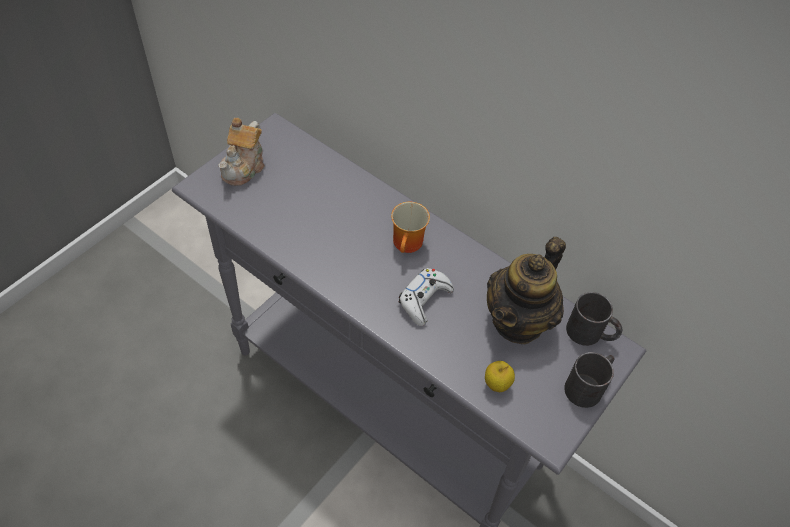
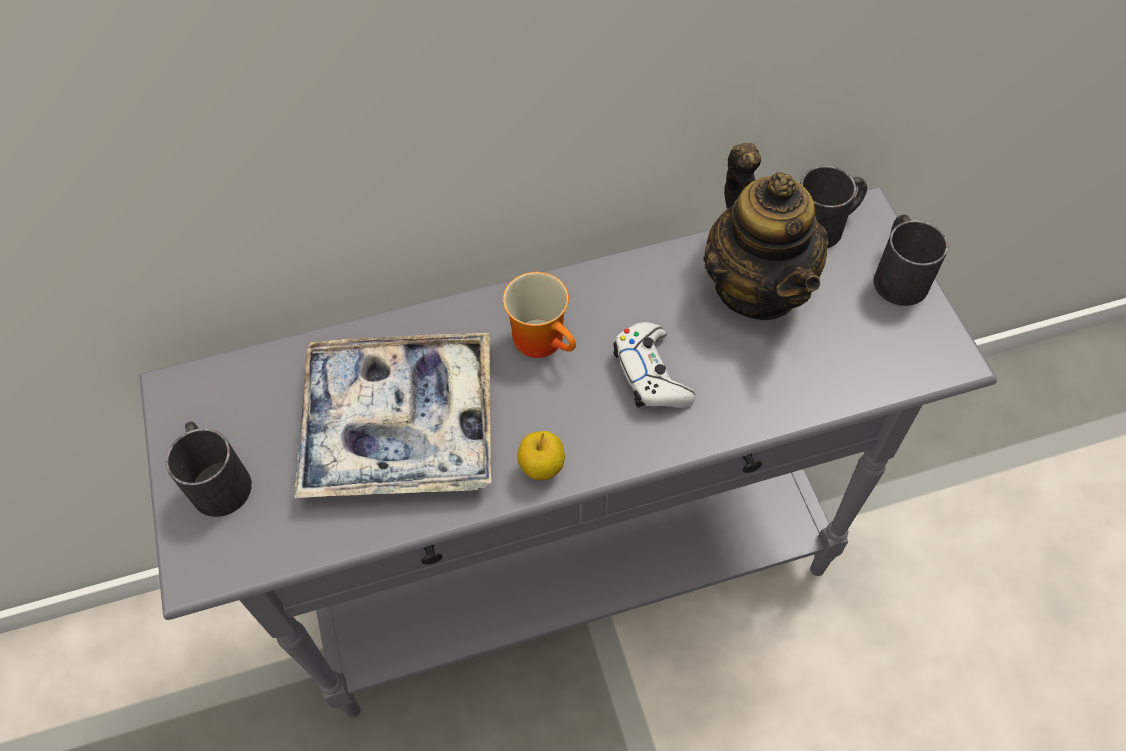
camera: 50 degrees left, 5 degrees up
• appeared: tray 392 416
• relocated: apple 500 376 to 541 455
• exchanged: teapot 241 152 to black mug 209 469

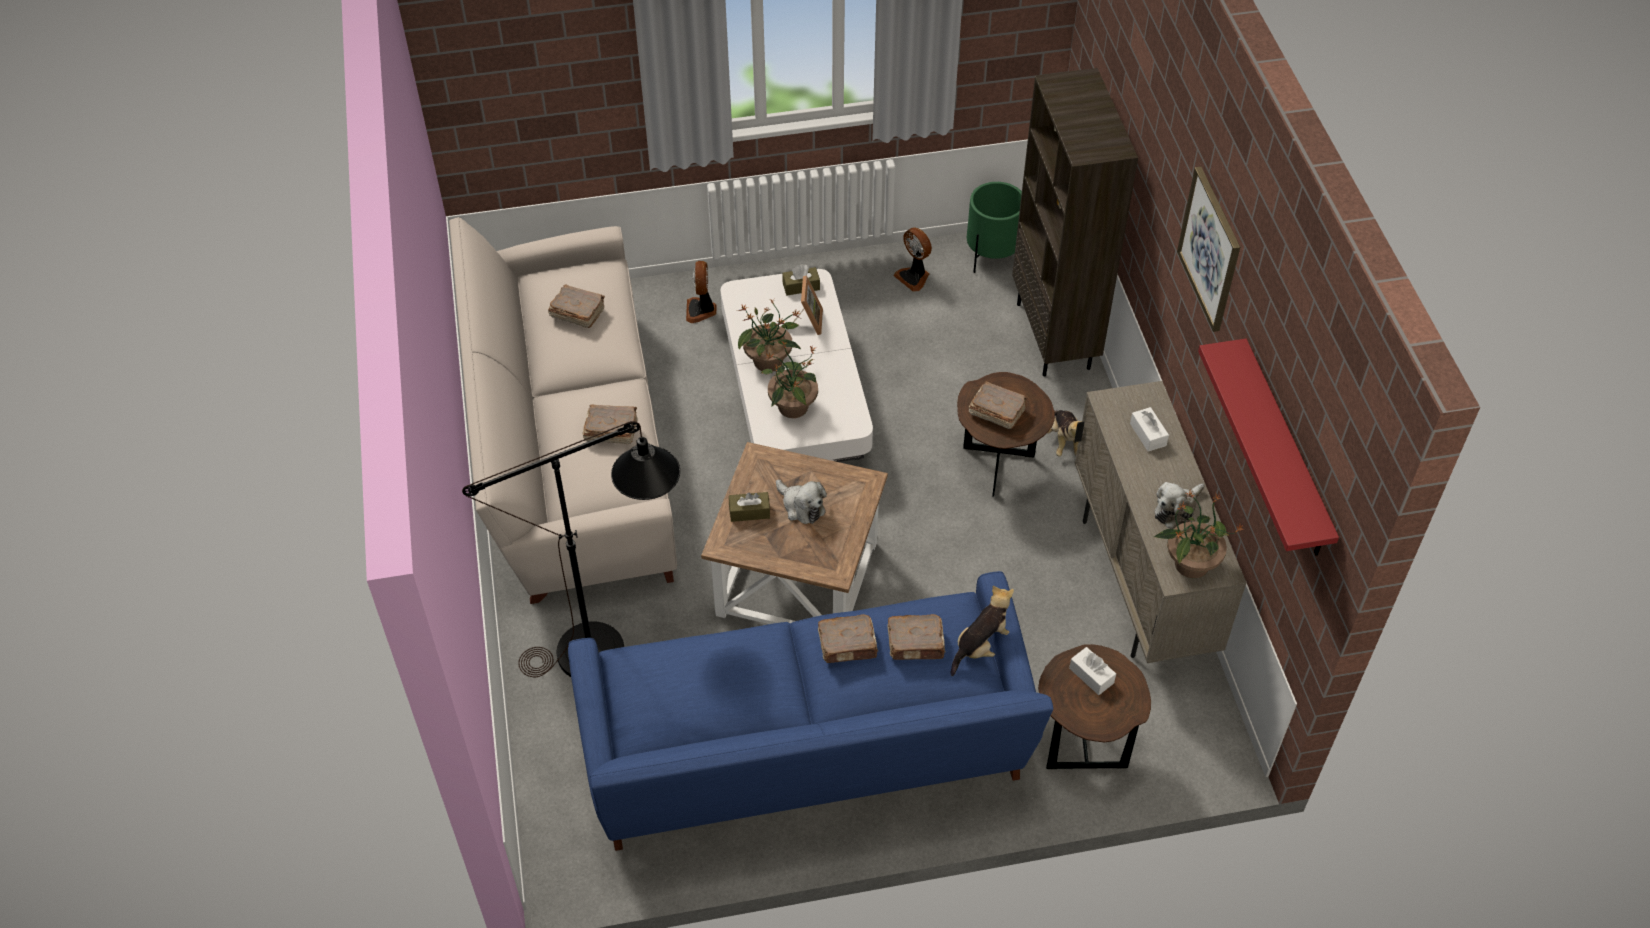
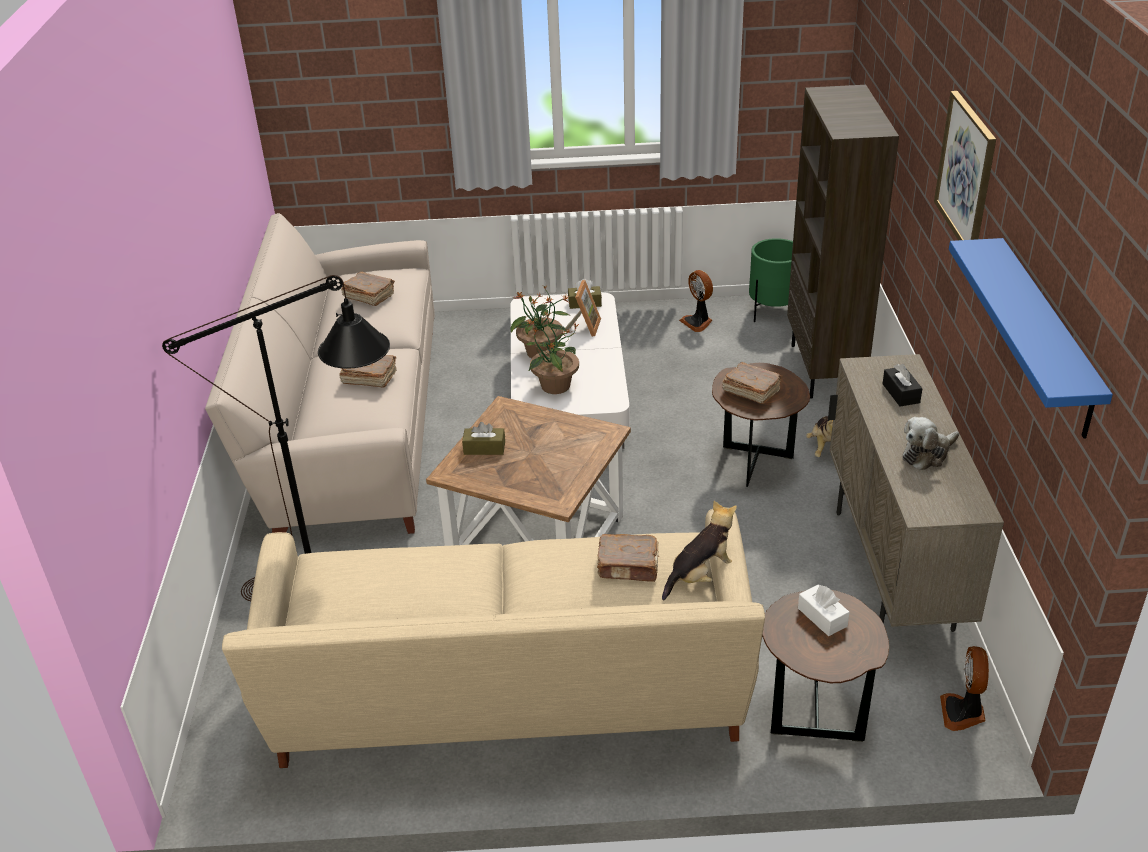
camera: 10 degrees right, 15 degrees down
• missing: plush toy 801 501
• missing: brown book 848 638
• missing: potted plant 1199 534
• relocated: fan 701 292 to 964 688
• colour: blue sofa 810 711 to beige sofa 493 638
• colour: white tissue box 1149 429 to black tissue box 902 385
• colour: red shelf 1268 447 to blue shelf 1031 338

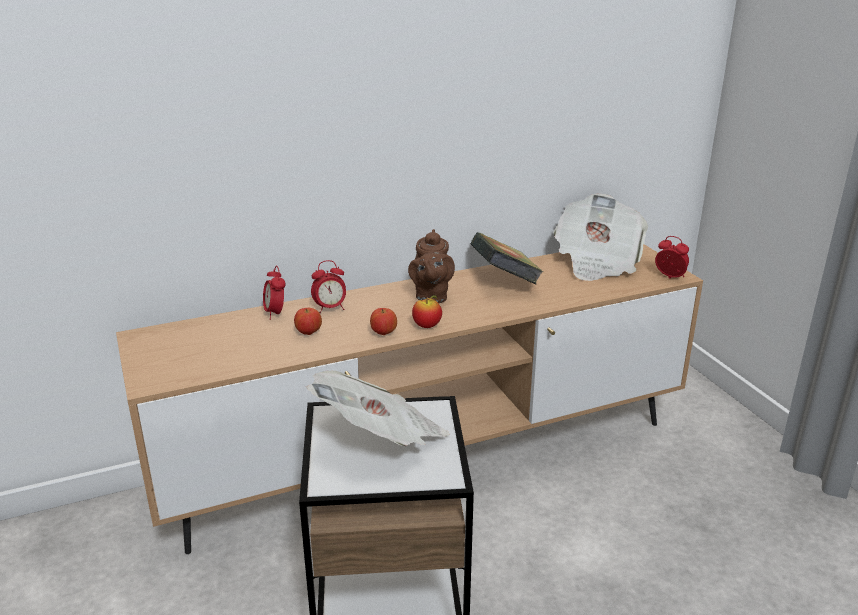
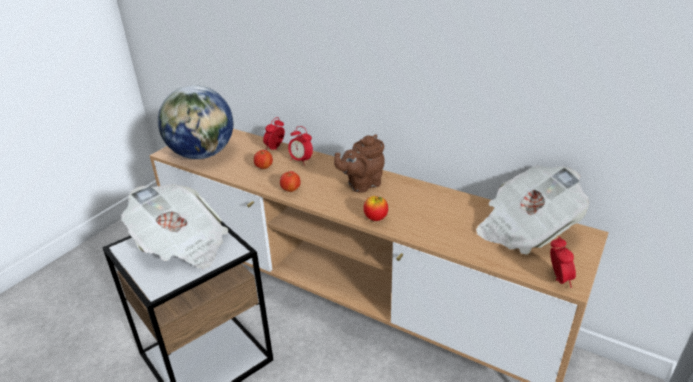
camera: 55 degrees right, 5 degrees up
• missing: book 506 258
• appeared: globe 195 122
• relocated: apple 427 311 to 375 208

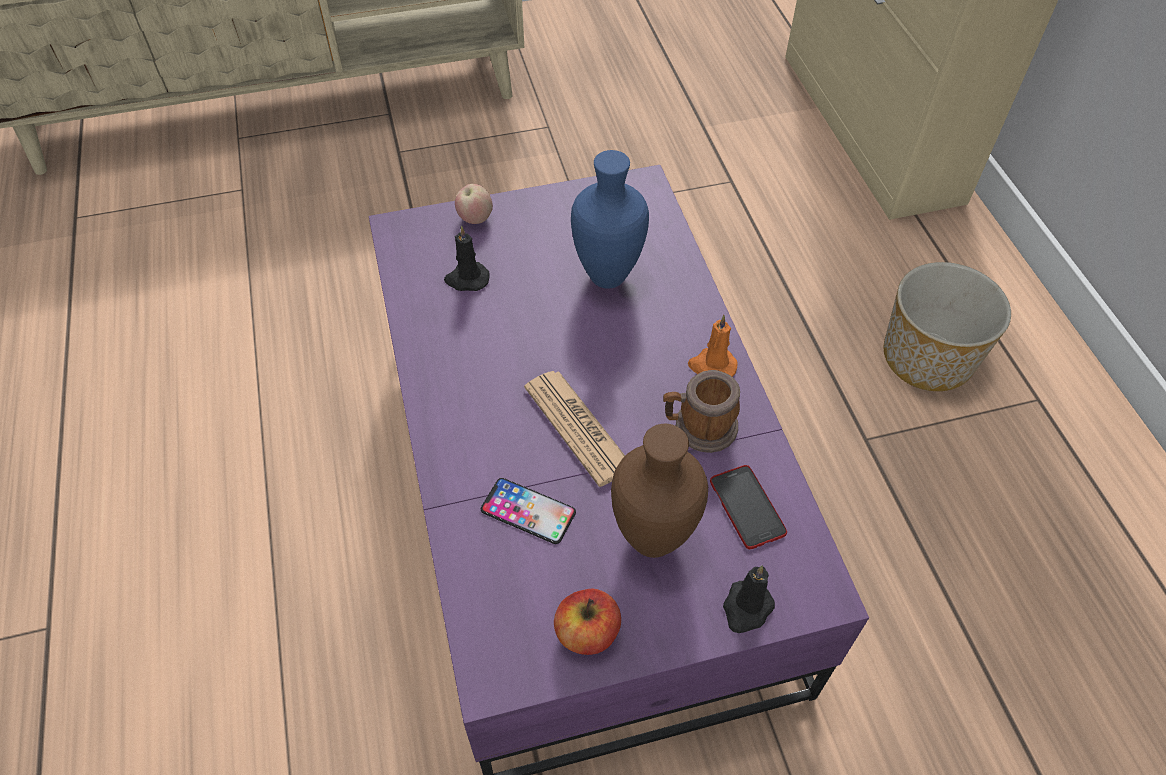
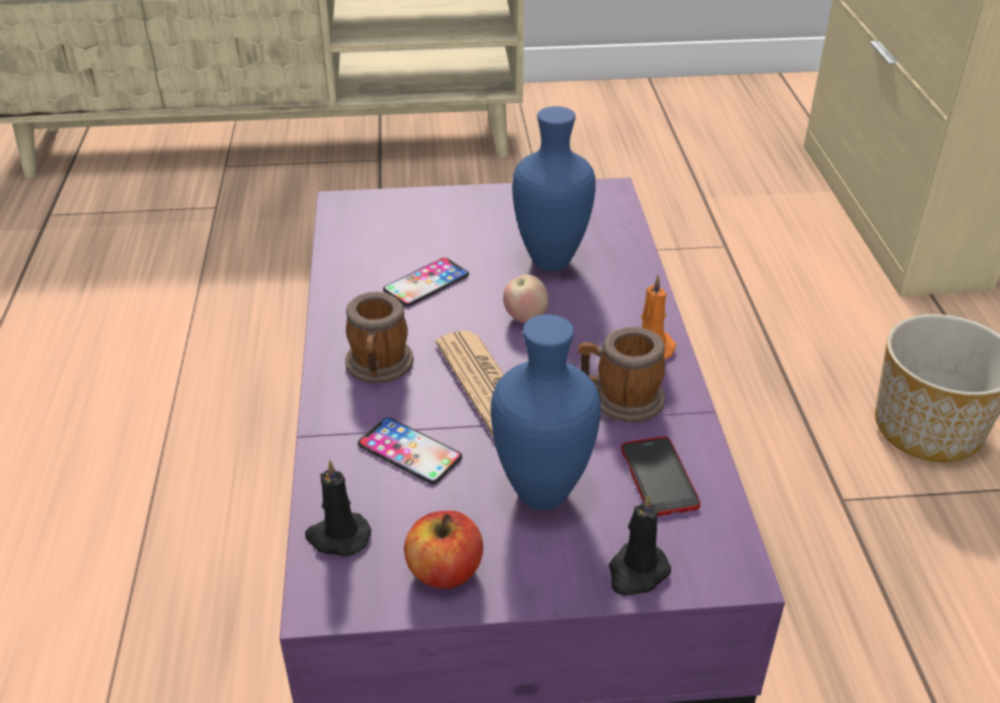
camera: 10 degrees right, 15 degrees down
• appeared: mug 379 338
• appeared: phone 426 282
• relocated: black candle 467 258 to 338 508
• relocated: apple 474 204 to 526 298
• colour: brown vase 659 491 to blue vase 546 412

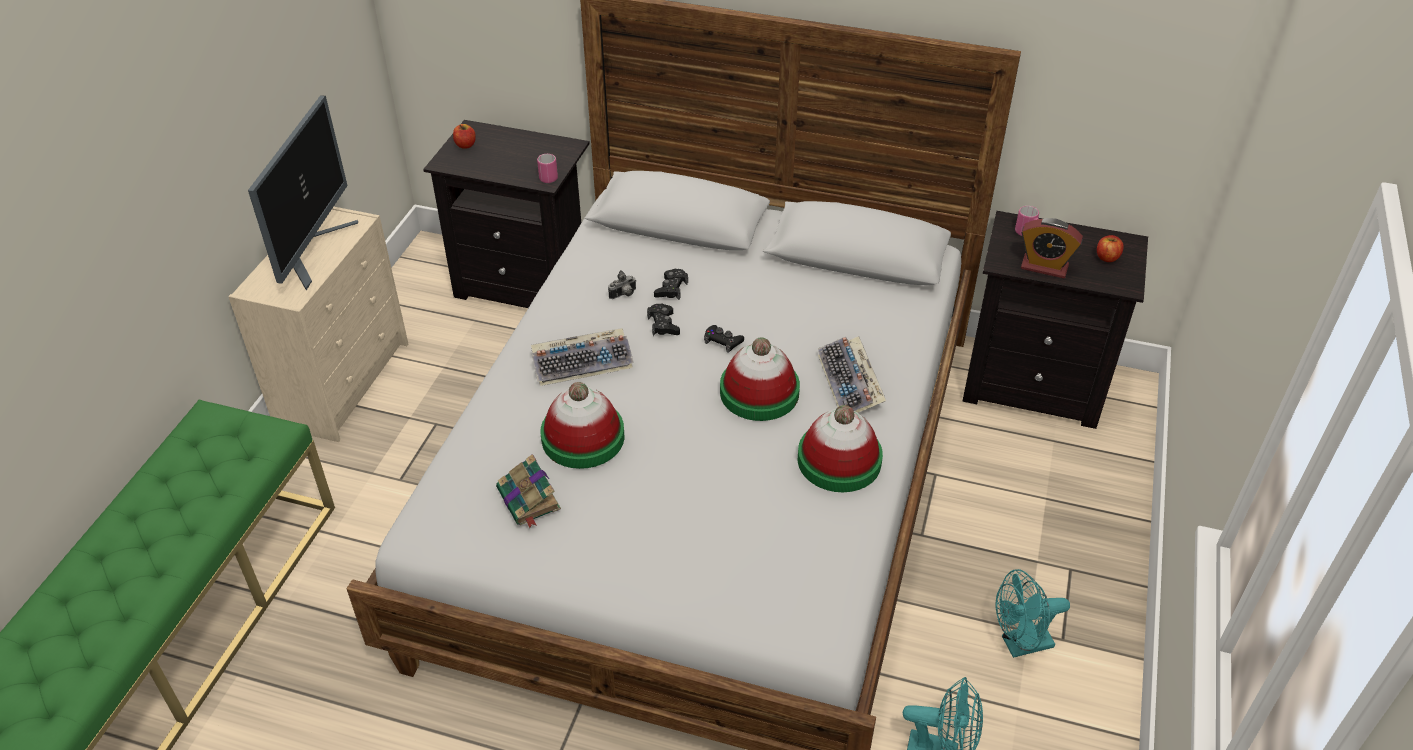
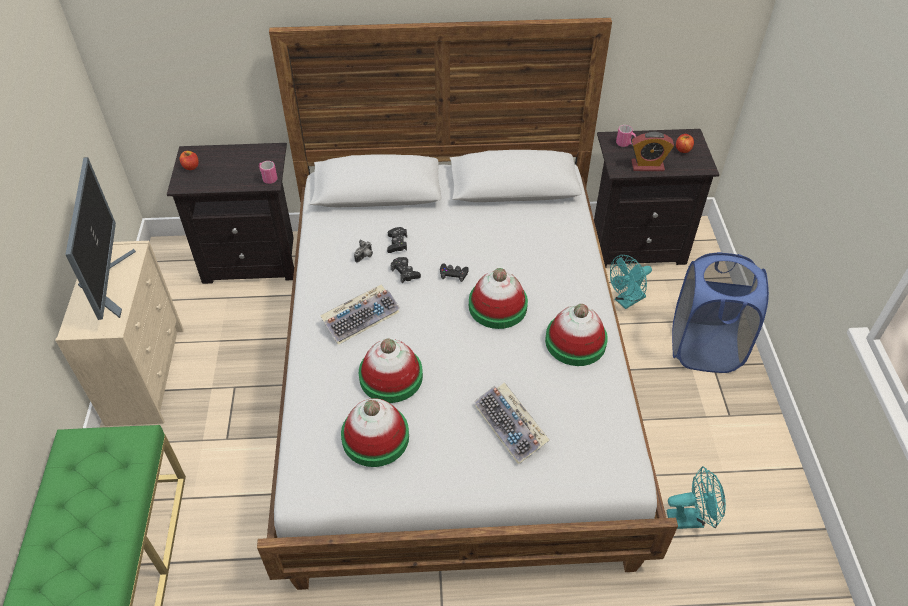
camera: 20 degrees left, 5 degrees up
• appeared: blue laundry basket 720 312
• relocated: keyboard 852 374 to 511 423
• relocated: turquoise fan 1033 613 to 631 282
• exchanged: book 528 491 to hat 375 432

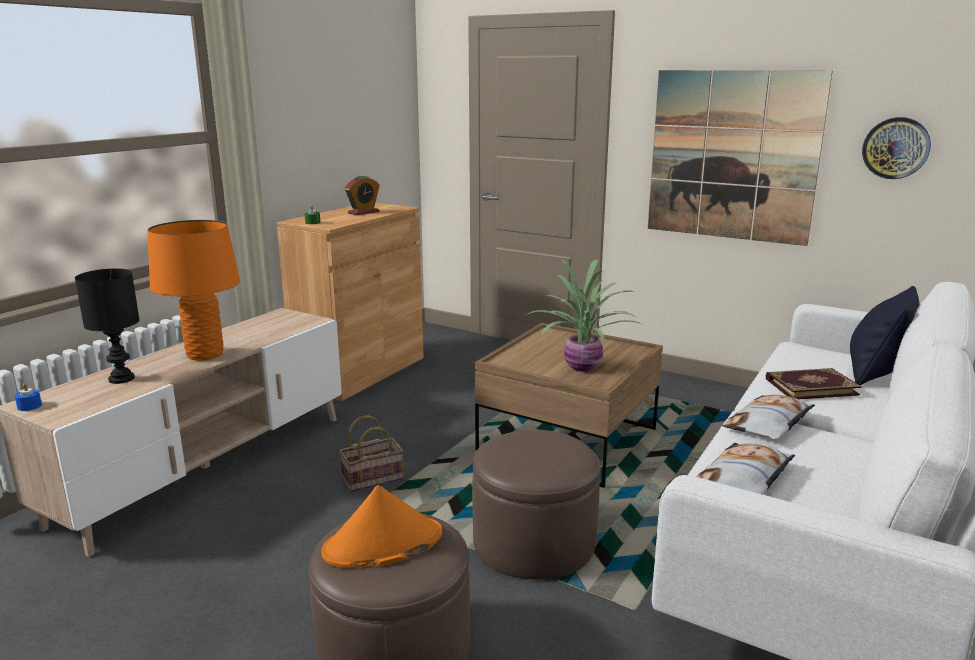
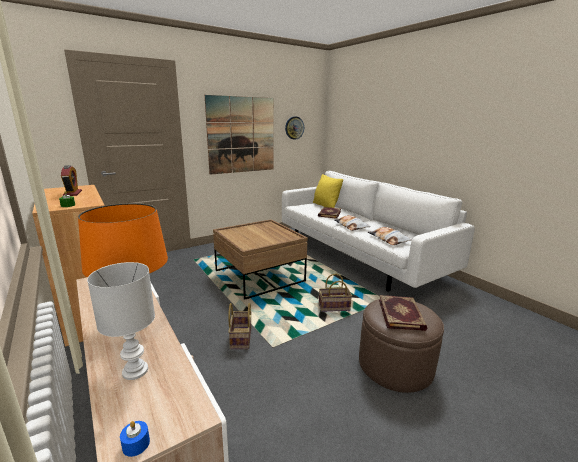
camera: 65 degrees left, 0 degrees up
• missing: potted plant 584 315
• exchanged: orange hat 381 527 to book 403 313
• exchanged: brown ottoman 536 505 to basket 335 293
• colour: black table lamp 107 326 to white table lamp 121 321
• colour: black pillow 885 336 to yellow pillow 328 191

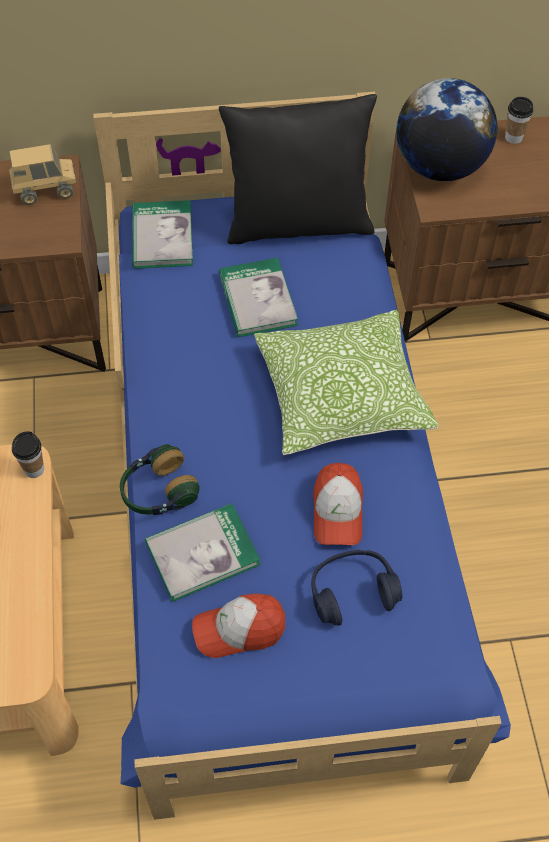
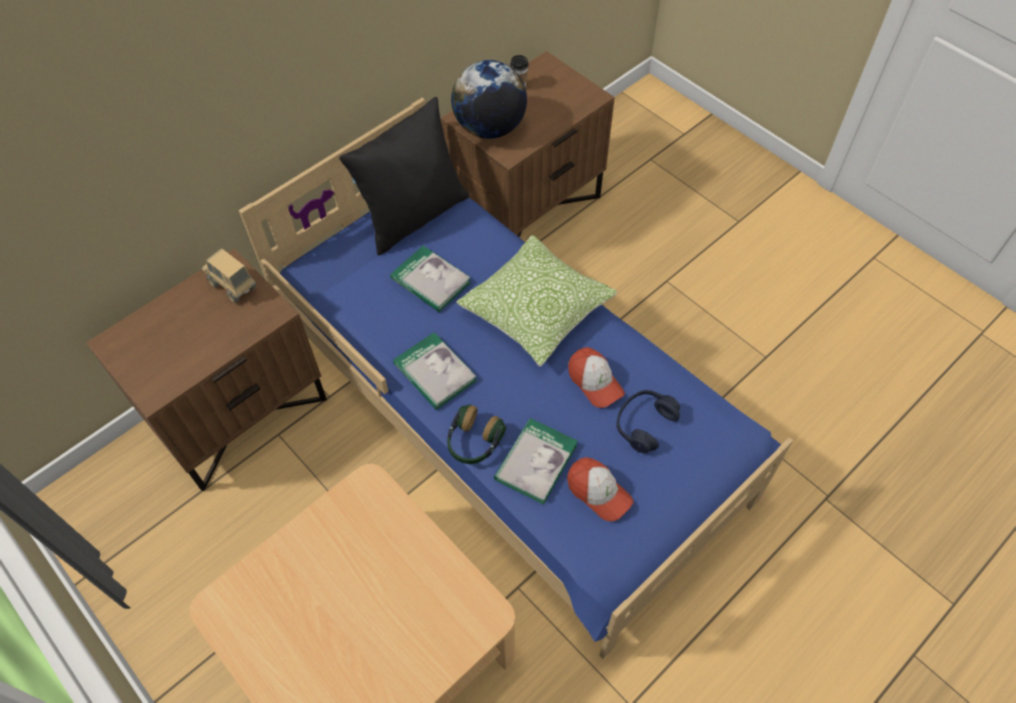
camera: 35 degrees left, 0 degrees up
• missing: cup 28 455
• relocated: book 162 234 to 435 371
• spun: toy truck 43 174 = 229 275 90 degrees counterclockwise
• spun: cap 238 626 = 600 489 90 degrees counterclockwise

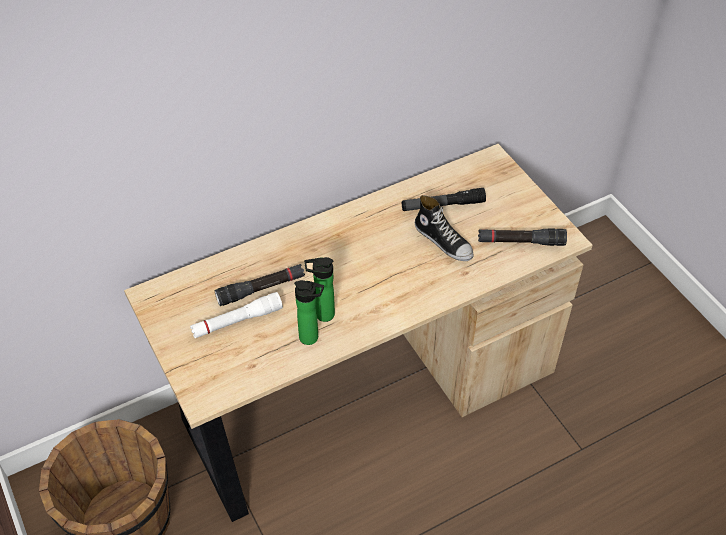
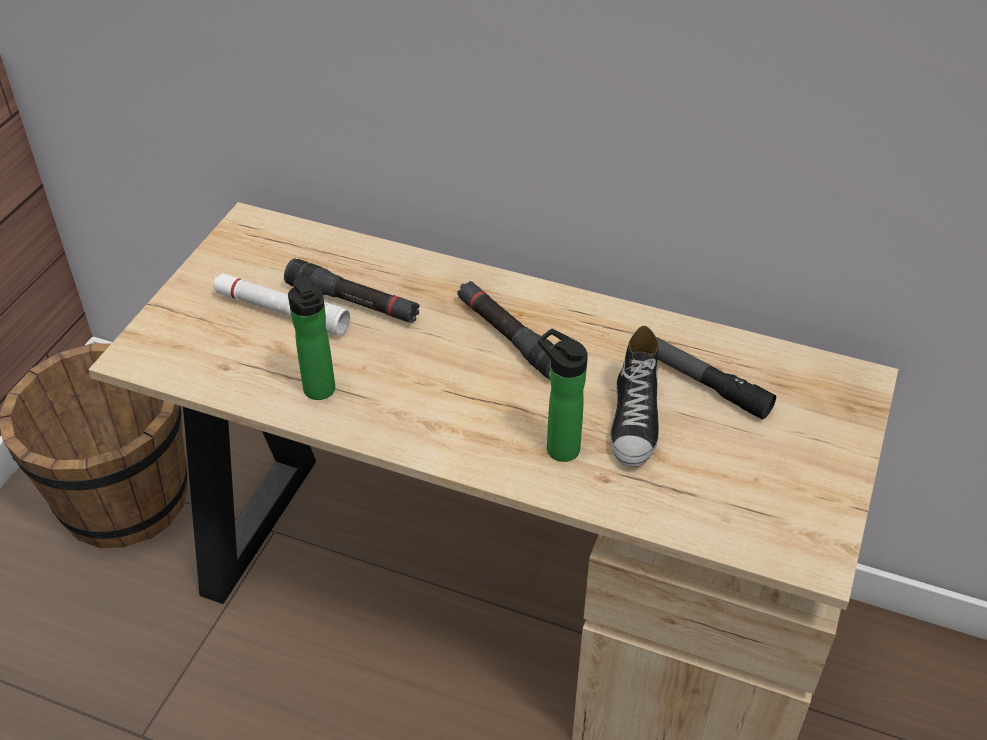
camera: 50 degrees right, 5 degrees down
• relocated: bottle 319 289 to 563 395
• relocated: black flashlight 522 237 to 505 330

